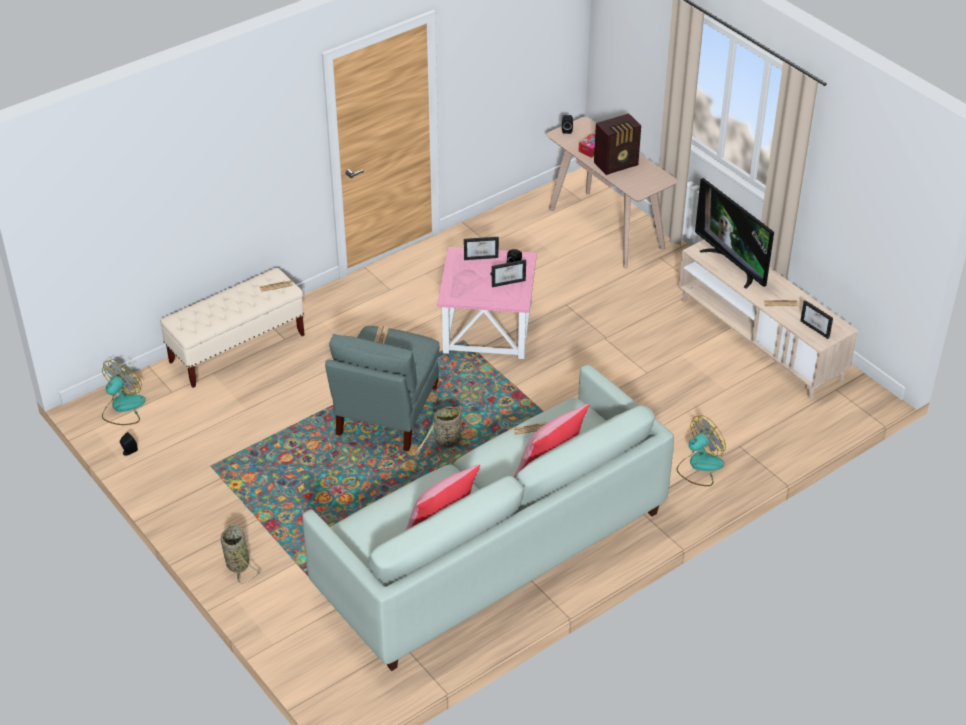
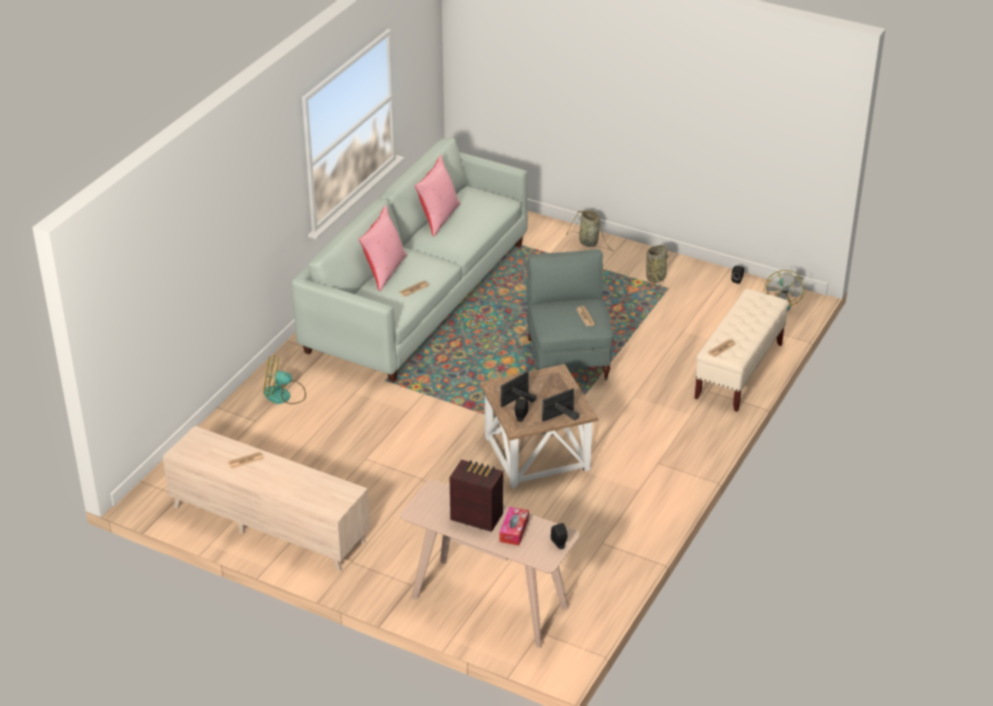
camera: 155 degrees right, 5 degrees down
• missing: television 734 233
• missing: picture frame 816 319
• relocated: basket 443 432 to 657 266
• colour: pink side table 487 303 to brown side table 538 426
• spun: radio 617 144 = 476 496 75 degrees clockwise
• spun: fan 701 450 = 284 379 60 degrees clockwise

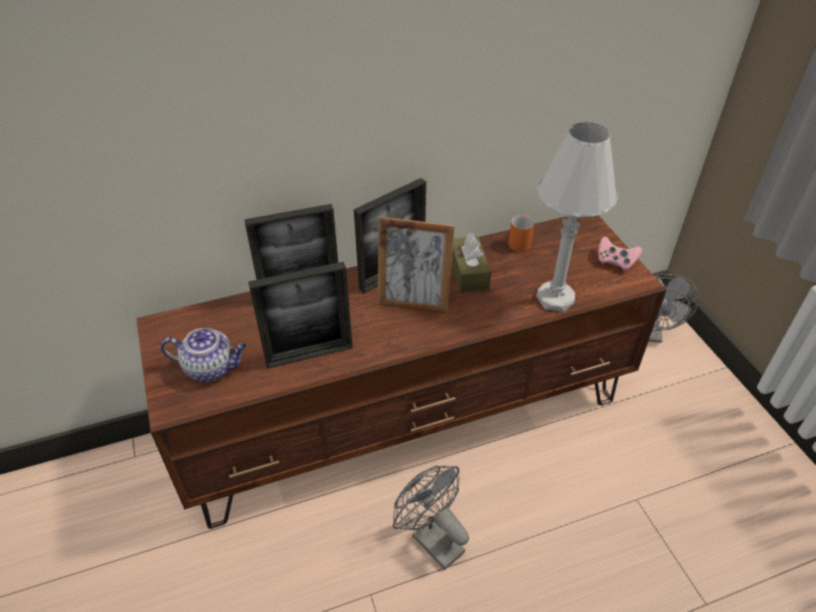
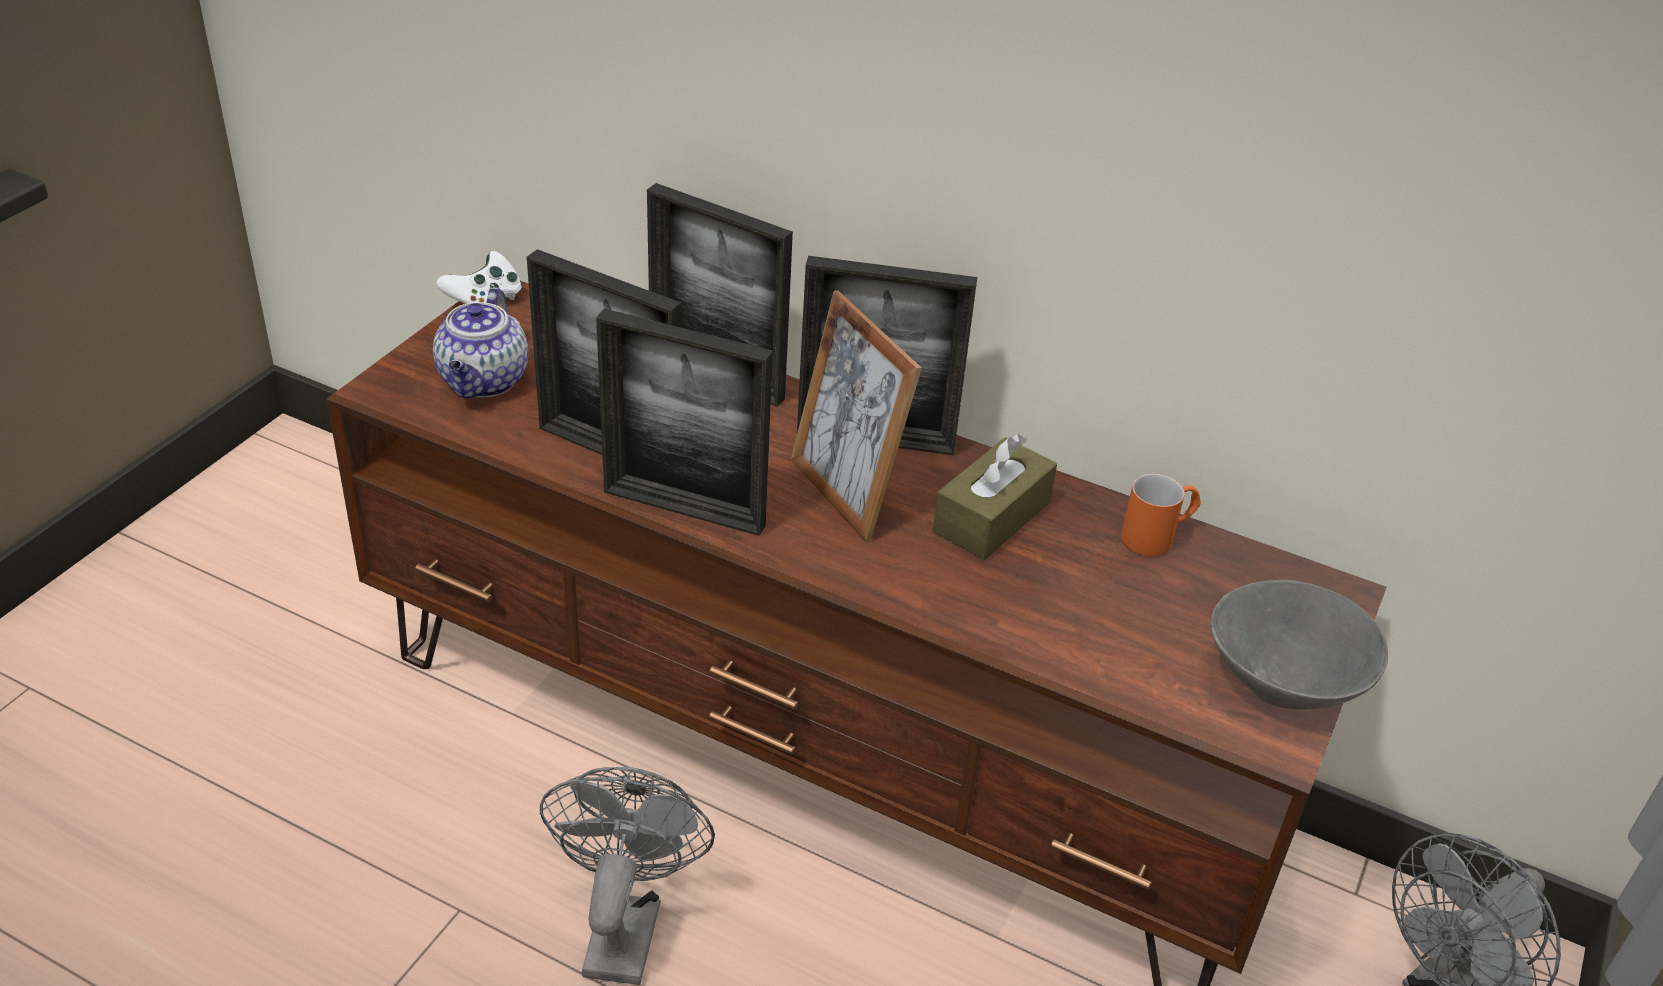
camera: 45 degrees right, 5 degrees down
• missing: white table lamp 577 217
• appeared: white game controller 479 277
• appeared: picture frame 684 422
• exchanged: pink game controller 620 254 to grey bowl 1299 644
• spun: teapot 204 355 = 480 342 45 degrees clockwise

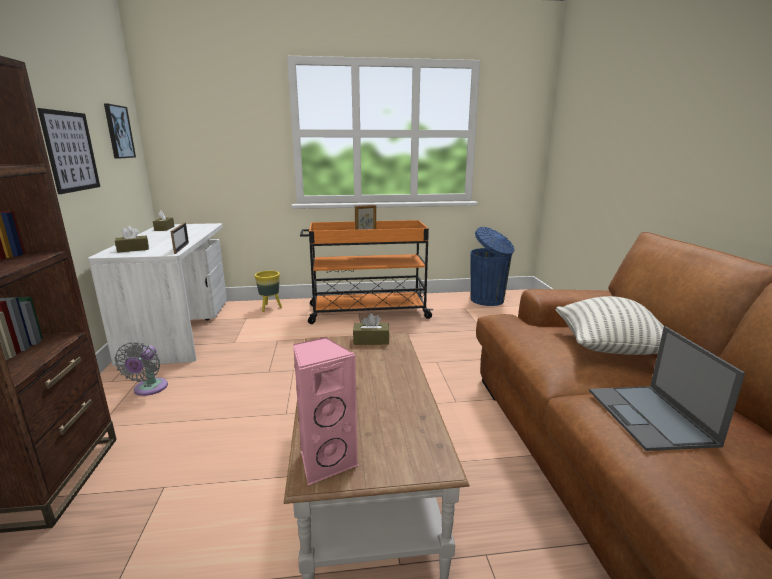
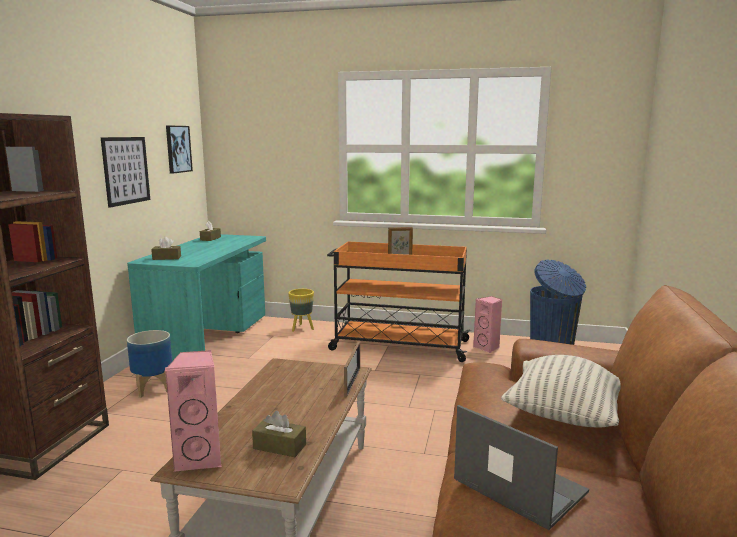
camera: 20 degrees right, 5 degrees down
• appeared: pink speaker 487 324
• relocated: picture frame 179 238 to 352 369
• relocated: brown tissue box 371 329 to 279 434
• exchanged: grey fan 141 369 to planter 149 364
• colour: white desk 157 294 to turquoise desk 196 297
• spun: laptop 667 388 = 521 467 120 degrees clockwise

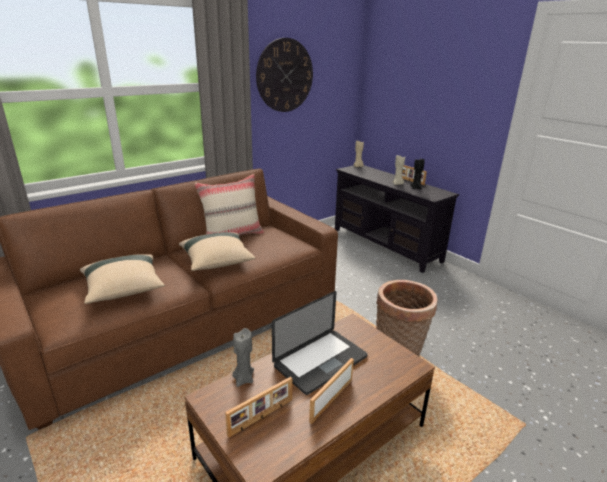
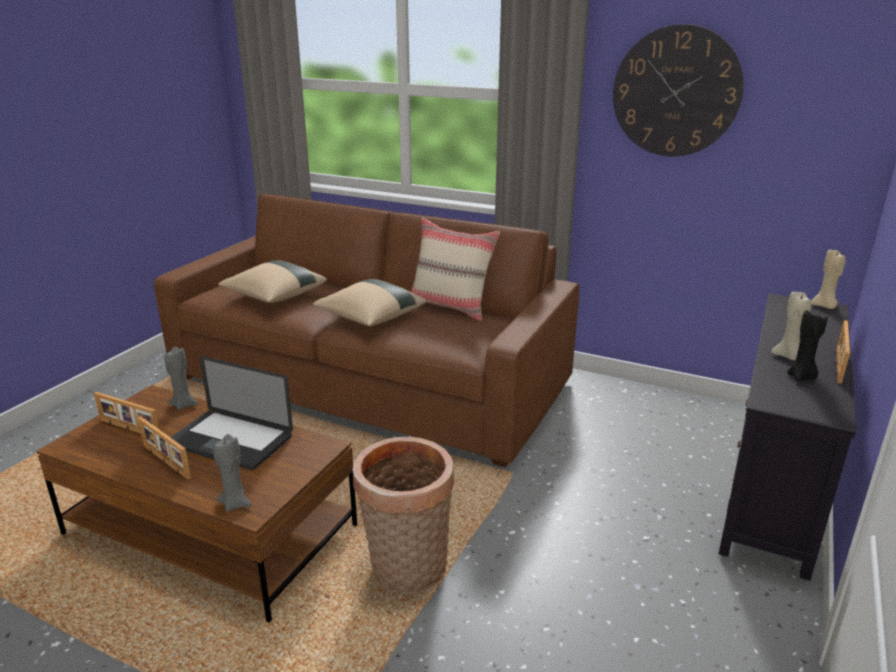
camera: 65 degrees right, 0 degrees up
• appeared: grey candle 232 473
• spun: picture frame 331 391 = 164 448 150 degrees counterclockwise

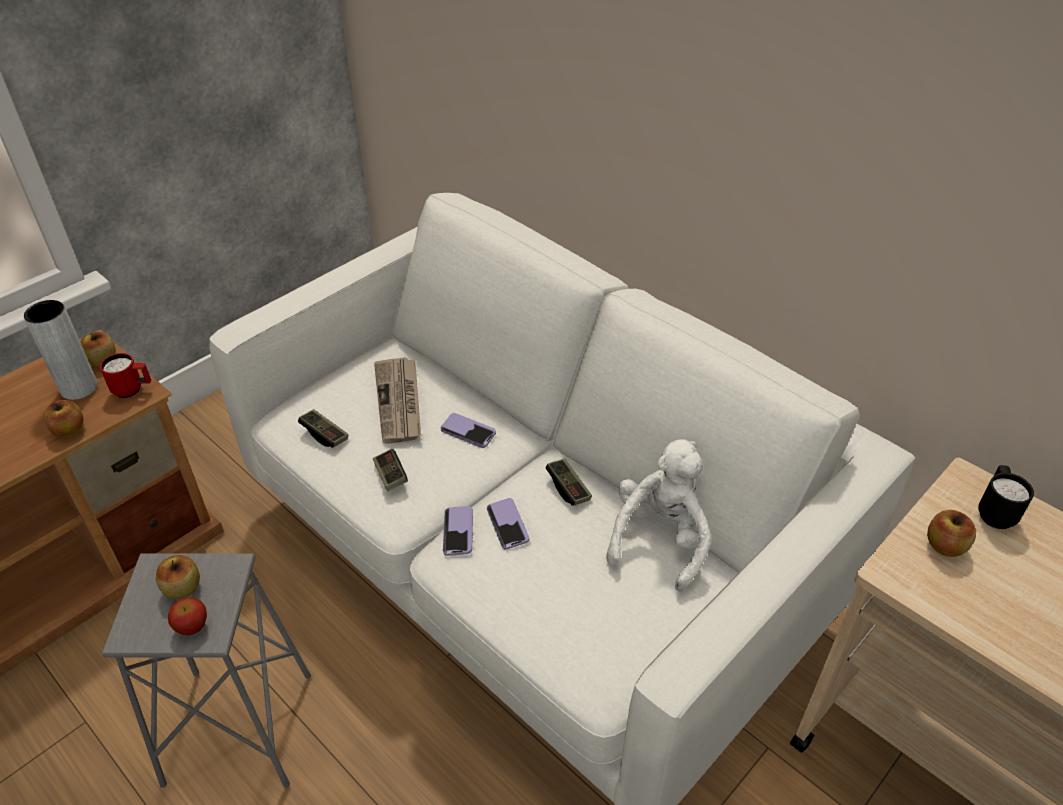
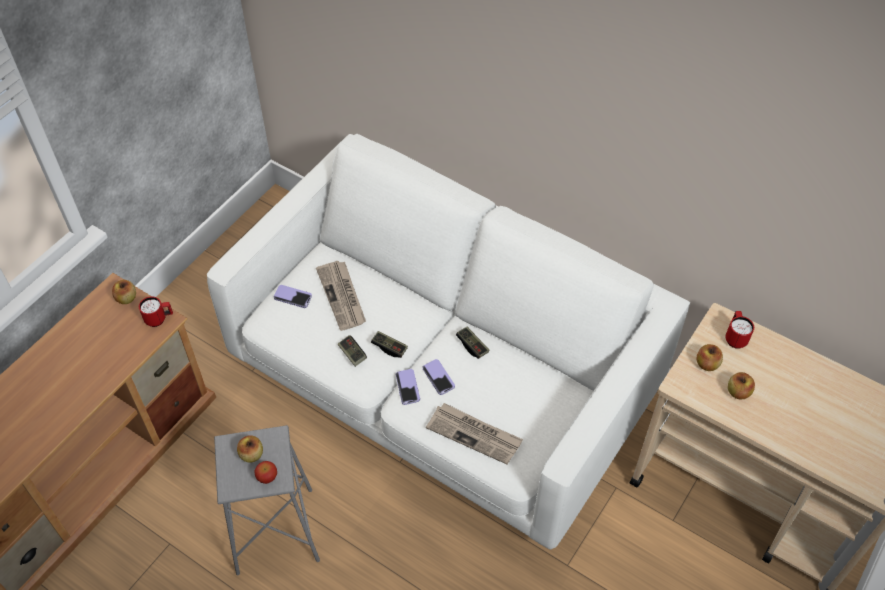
camera: 10 degrees left, 10 degrees up
• missing: grey vase 61 350
• missing: white plush toy 659 515
• appeared: newspaper 474 433
• relocated: apple 63 418 to 741 386
• relocated: game controller 323 428 to 389 344
• relocated: phone 468 430 to 293 296
• colour: black mug 1006 497 to red mug 740 330

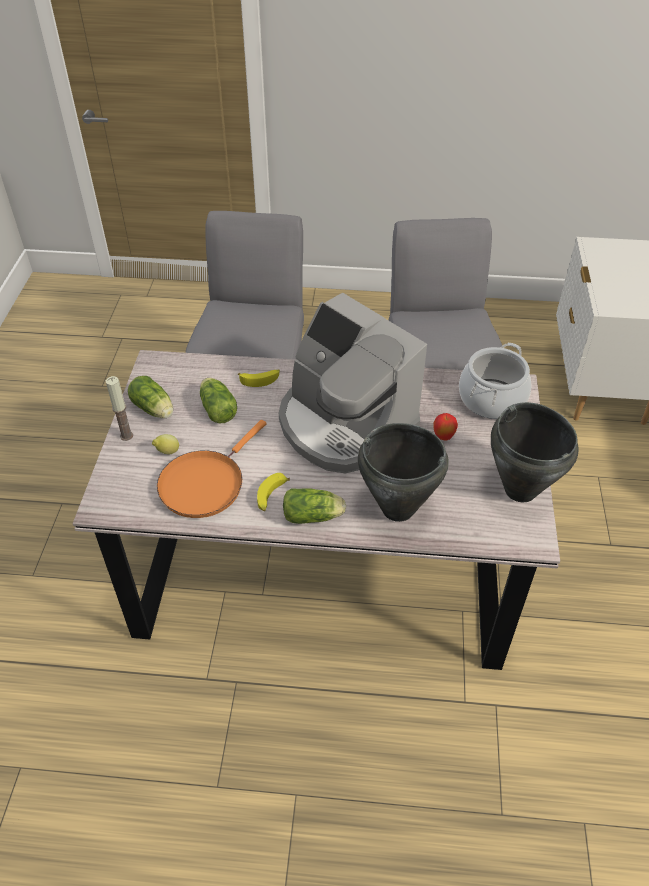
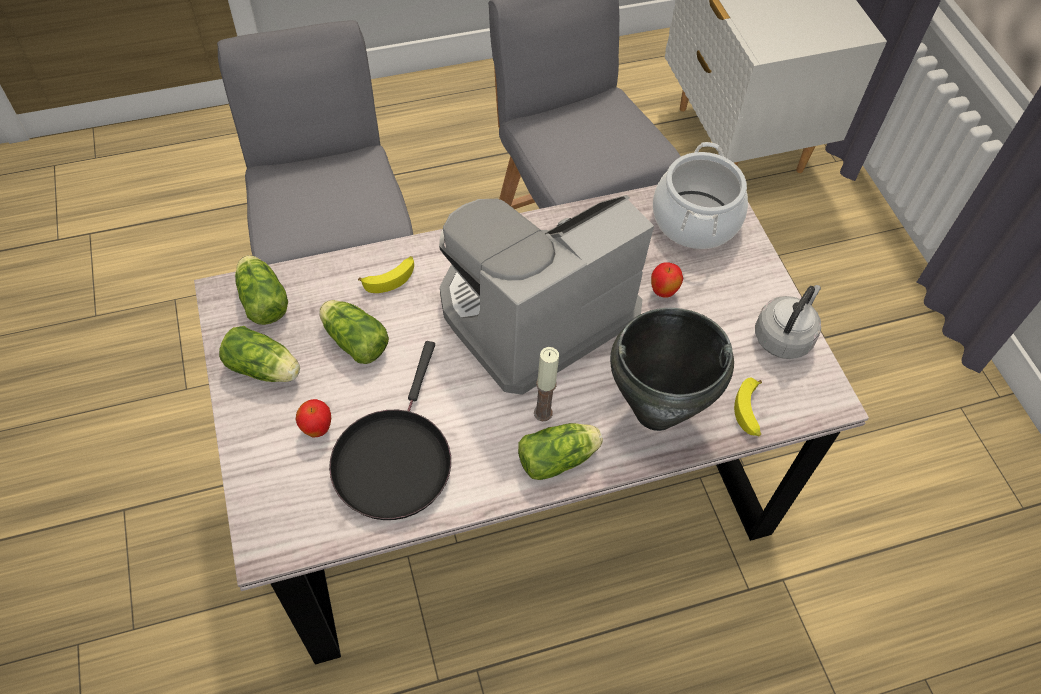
camera: 25 degrees left, 10 degrees up
• appeared: lettuce 261 290
• relocated: candle 119 408 to 546 384
• relocated: banana 273 492 to 748 406
• exchanged: lemon 165 444 to apple 313 418
• exchanged: black cooking pot 535 452 to grey kettle 788 322
• colour: orange frying pan 212 469 to black frying pan 390 430
• spun: coffee machine 353 383 = 546 295 120 degrees clockwise

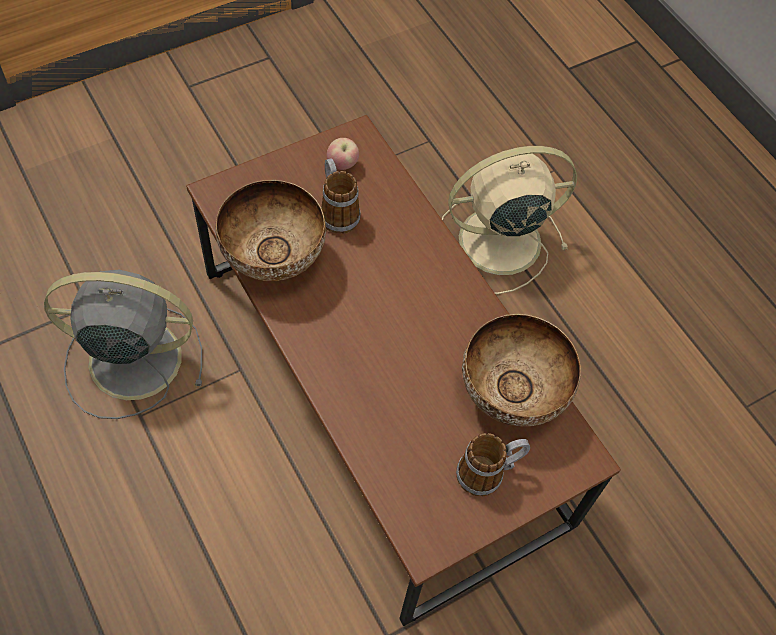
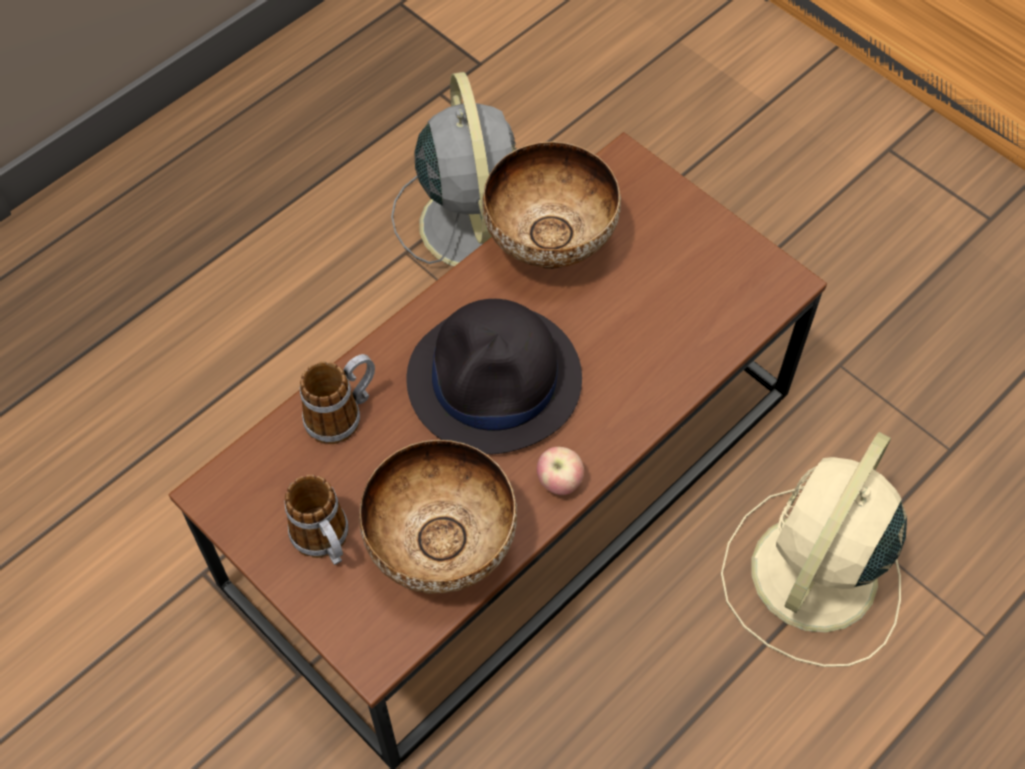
camera: 80 degrees right, 0 degrees up
• appeared: black hat 494 376
• relocated: mug 341 196 to 337 399
• relocated: apple 343 154 to 560 471
• spun: beige fan 509 220 = 814 549 120 degrees counterclockwise

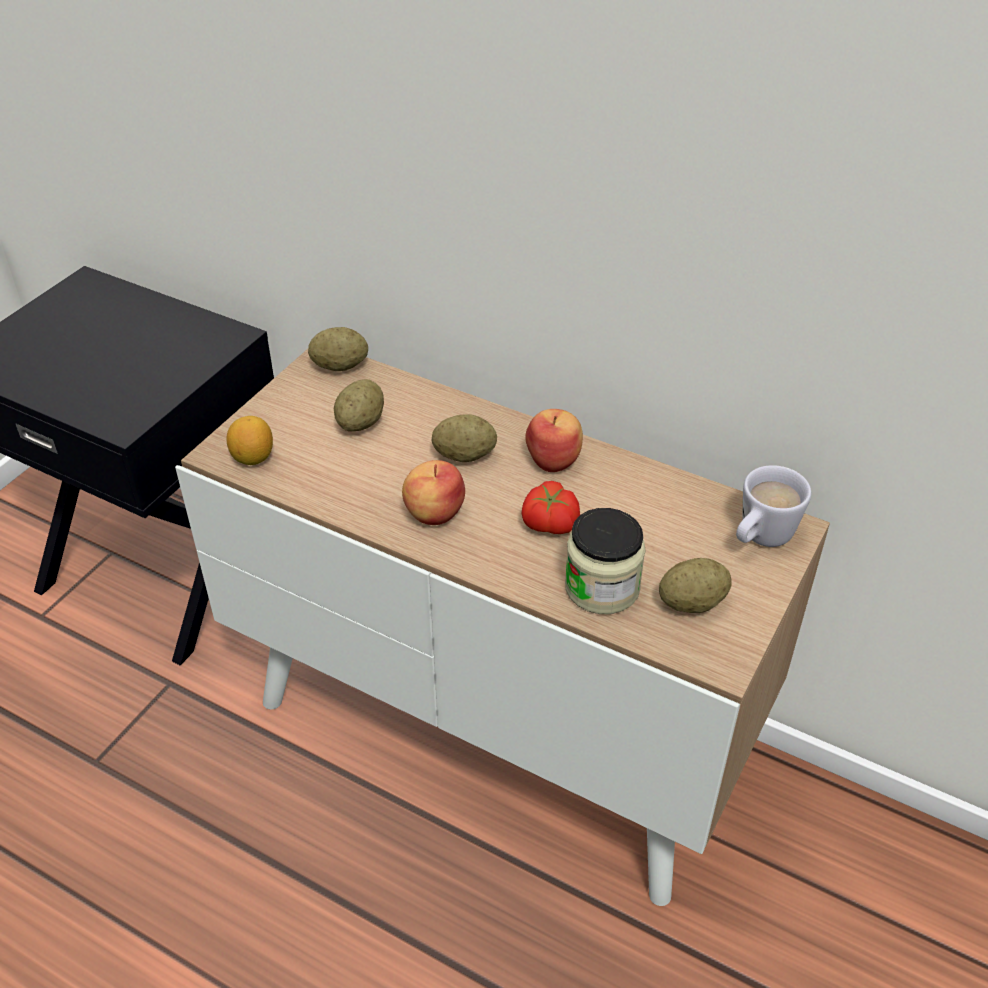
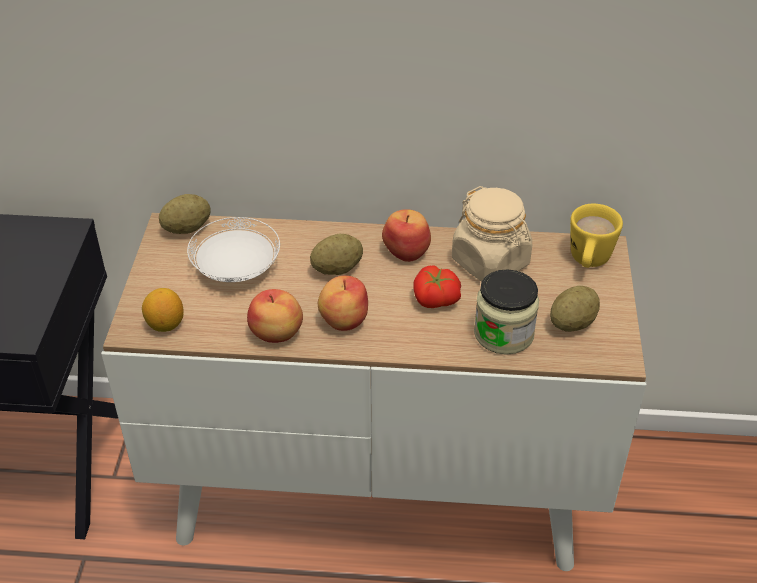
camera: 25 degrees left, 0 degrees up
• appeared: apple 275 316
• appeared: beige jar 492 234
• exchanged: potato 359 405 to white plate 233 249
• colour: white mug 773 506 to yellow mug 596 236

